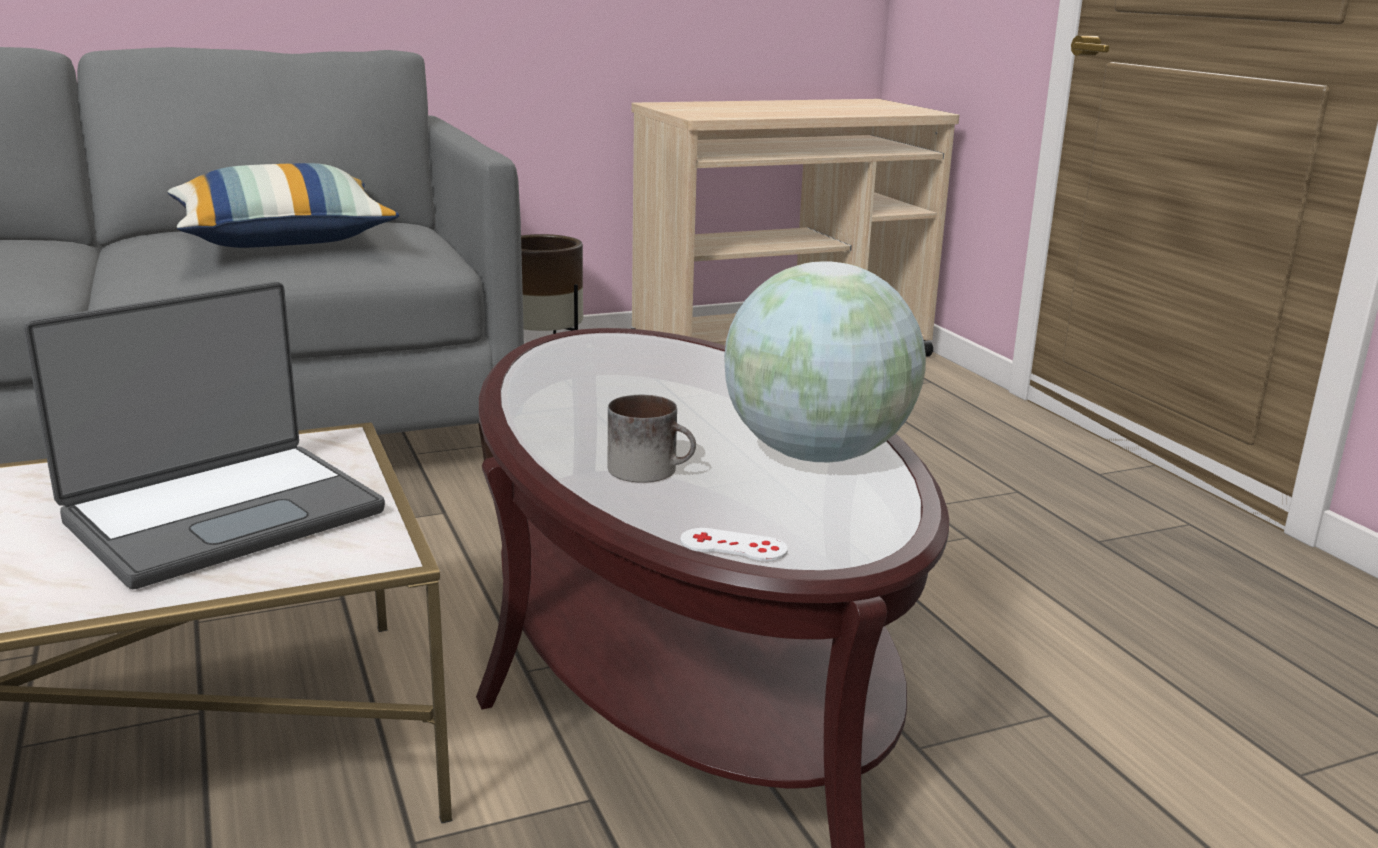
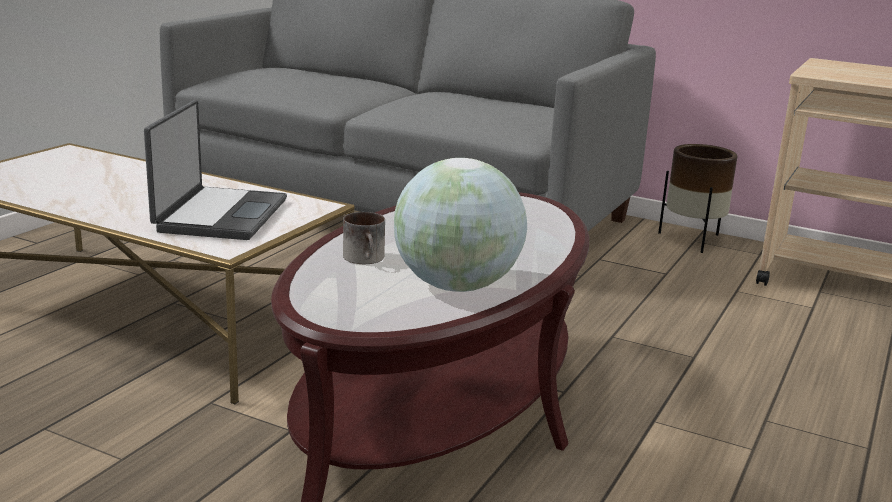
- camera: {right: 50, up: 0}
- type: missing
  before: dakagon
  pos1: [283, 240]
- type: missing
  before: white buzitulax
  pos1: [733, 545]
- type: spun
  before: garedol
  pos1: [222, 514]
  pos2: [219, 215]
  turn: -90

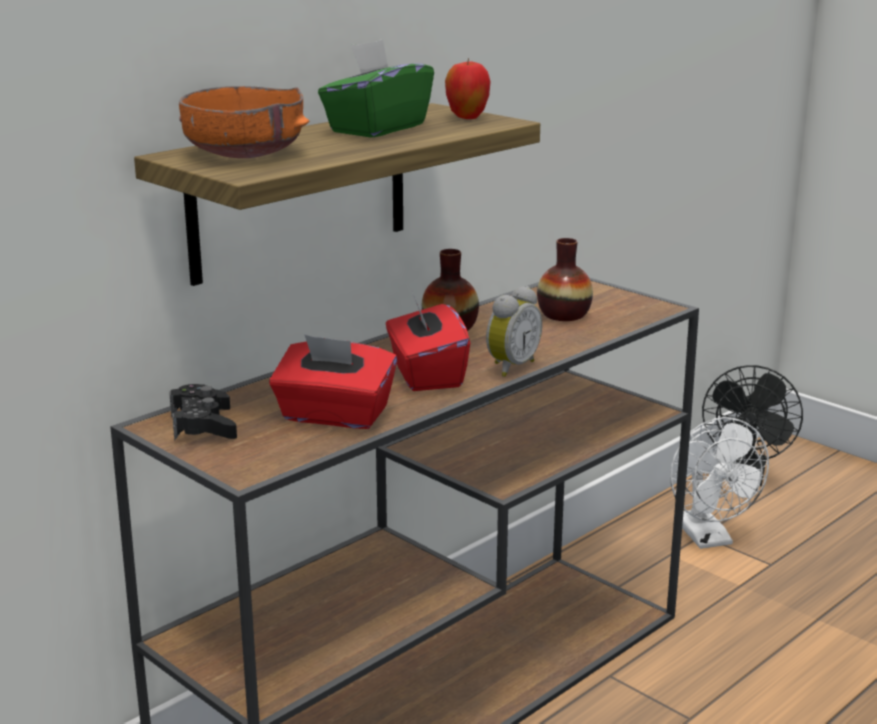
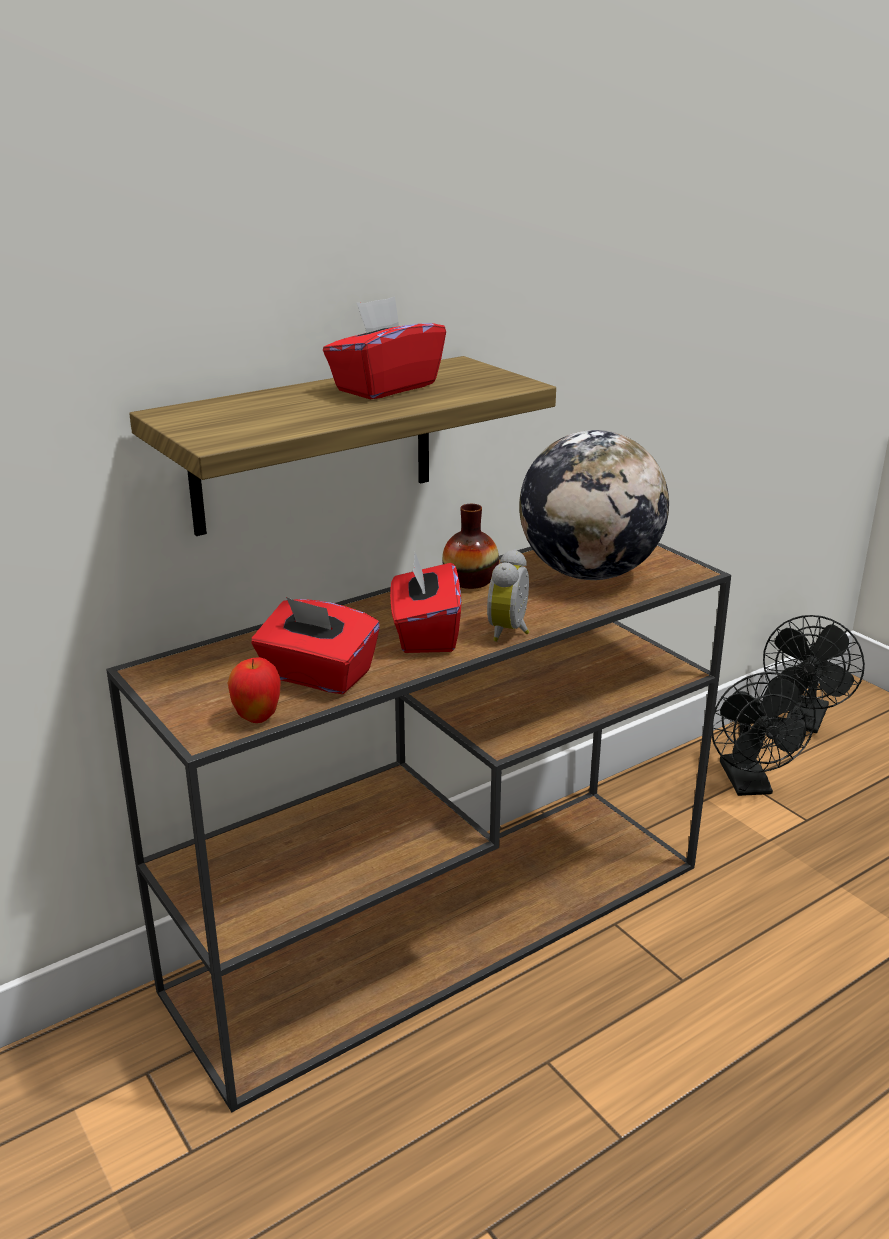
- camera: {right: 10, up: 5}
- type: missing
  before: black buzitulax
  pos1: [203, 425]
- type: missing
  before: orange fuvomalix
  pos1: [244, 154]
- type: relocated
  before: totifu
  pos1: [467, 118]
  pos2: [257, 718]
- type: exchanged
  before: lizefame
  after: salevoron
  pos1: [564, 315]
  pos2: [589, 573]
- type: colour
  before: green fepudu
  after: red fepudu
  pos1: [377, 128]
  pos2: [385, 387]
- type: colour
  before: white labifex
  after: black labifex
  pos1: [708, 538]
  pos2: [749, 785]
- type: spun
  before: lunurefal
  pos1: [510, 367]
  pos2: [511, 632]
  turn: 150

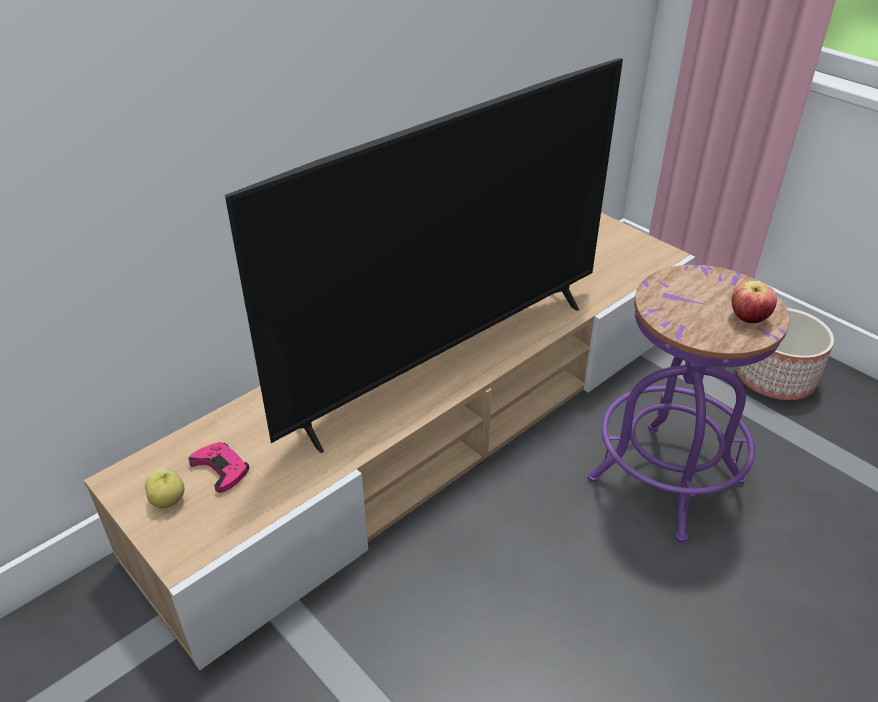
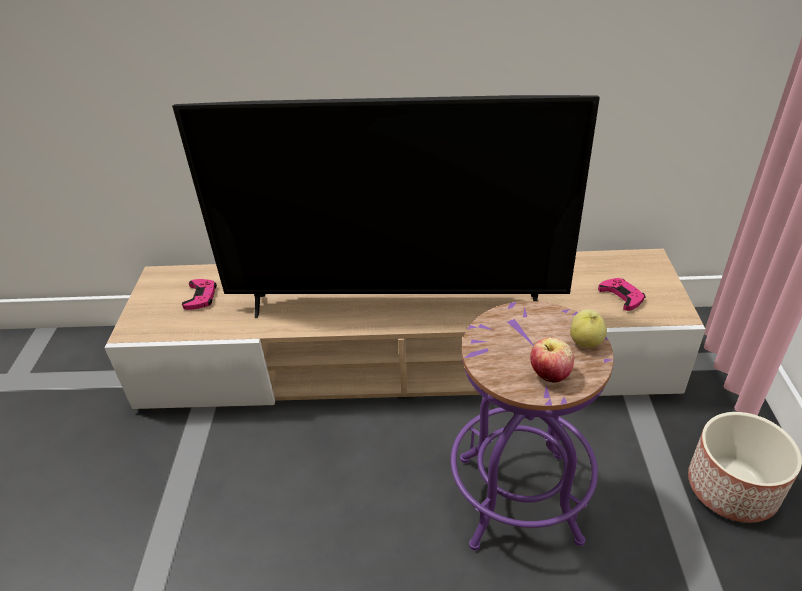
- camera: {right: 45, up: 0}
- type: appeared
  after: pink buzitulax
  pos2: [622, 296]
- type: relocated
  before: totifu
  pos1: [168, 500]
  pos2: [586, 341]

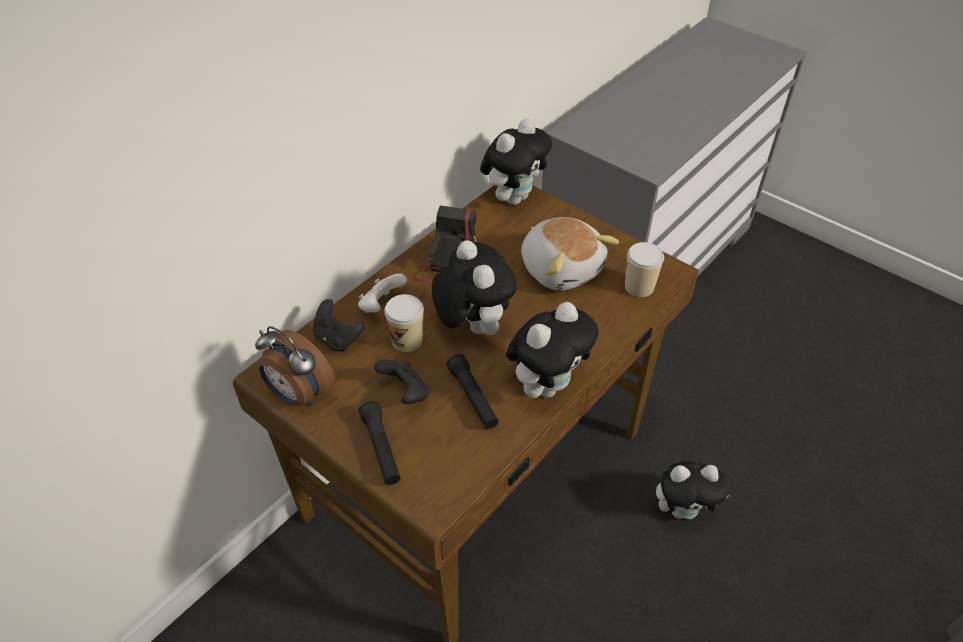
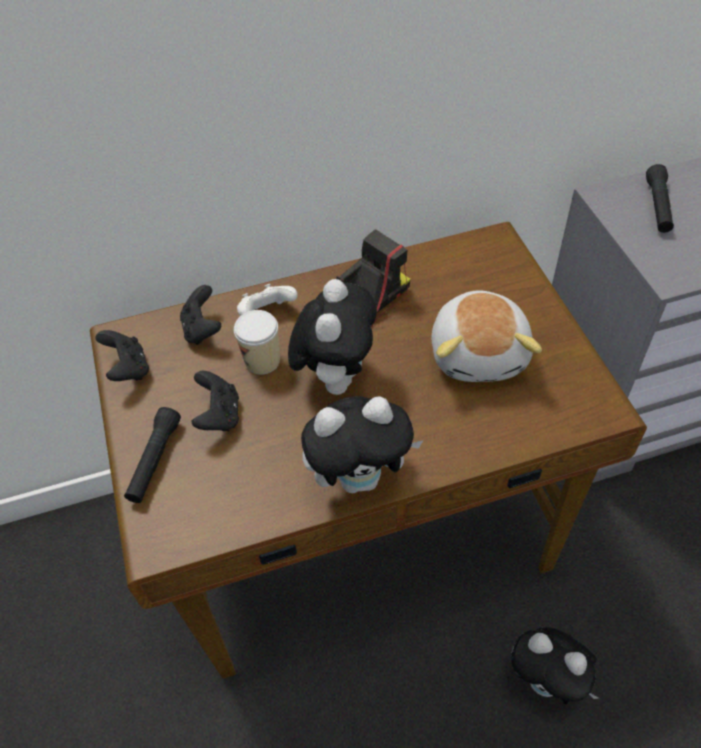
- camera: {right: 35, up: 5}
- type: missing
  before: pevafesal
  pos1: [514, 197]
- type: missing
  before: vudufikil
  pos1: [639, 287]
- type: relocated
  before: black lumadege
  pos1: [473, 398]
  pos2: [658, 206]
- type: exchanged
  before: lunurefal
  after: black buzitulax
  pos1: [298, 394]
  pos2: [128, 369]

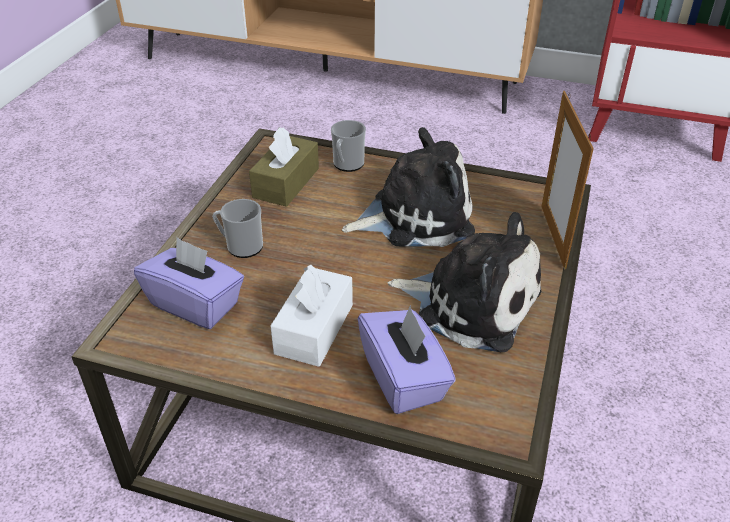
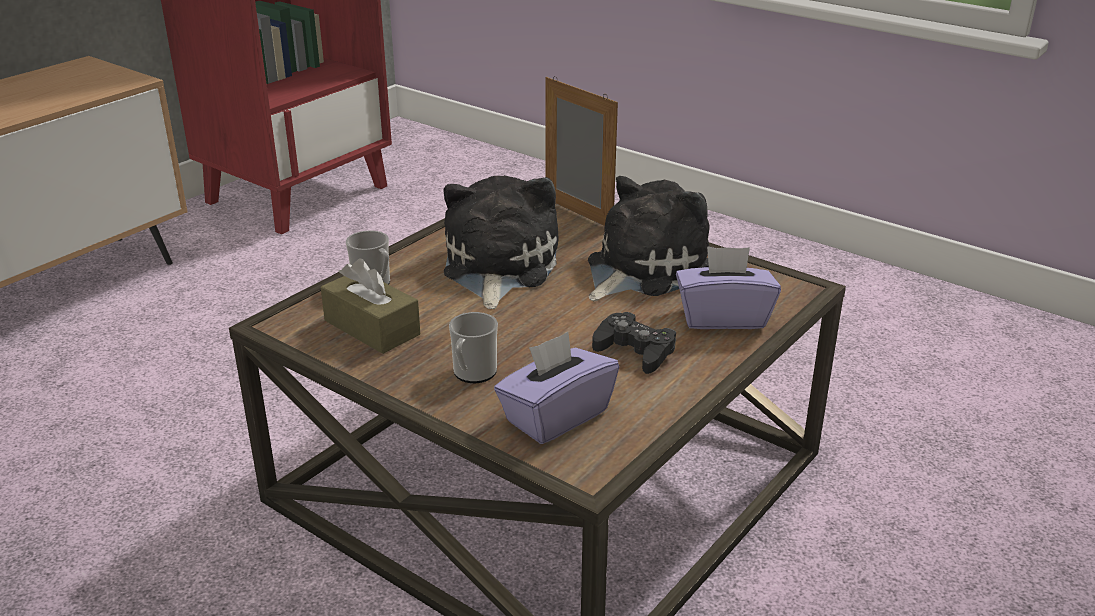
- camera: {right: -70, up: -10}
- type: exchanged
  before: white fepudu
  after: black buzitulax
  pos1: [314, 329]
  pos2: [635, 351]
- type: spun
  before: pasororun
  pos1: [553, 236]
  pos2: [578, 213]
  turn: -150

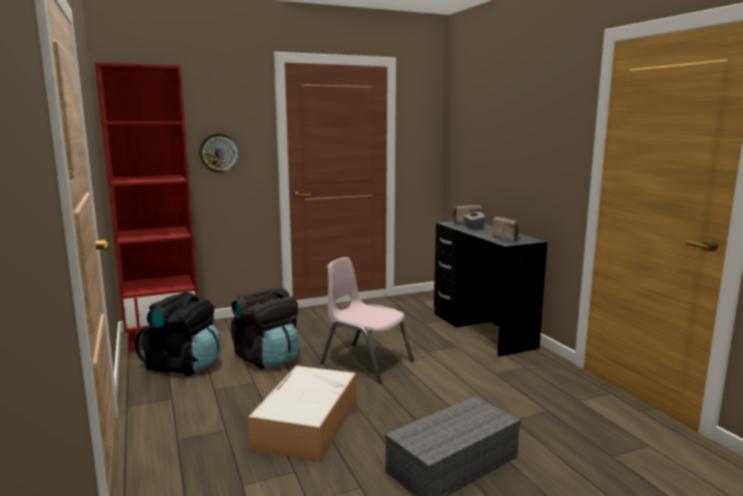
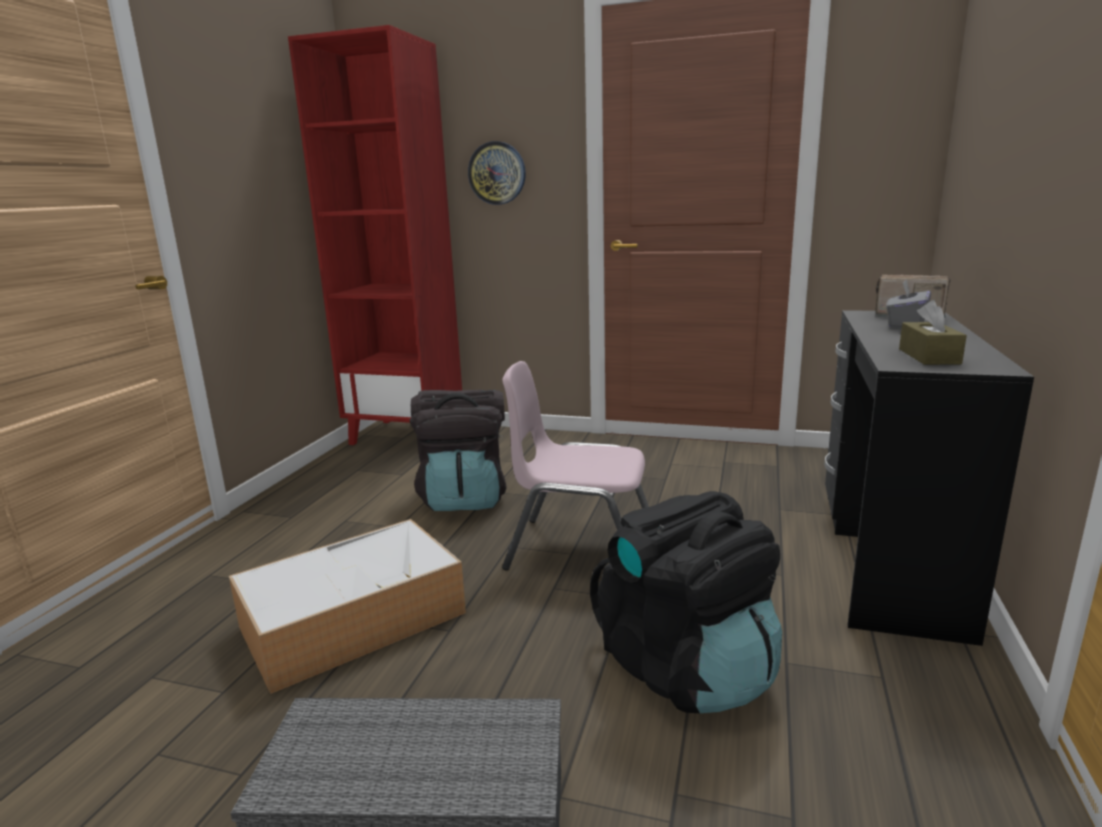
- camera: {right: 40, up: 5}
- type: relocated
  before: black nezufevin
  pos1: [184, 366]
  pos2: [686, 668]
- type: exchanged
  before: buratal
  after: brown fepudu
  pos1: [507, 239]
  pos2: [929, 356]
- type: spun
  before: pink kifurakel
  pos1: [366, 362]
  pos2: [581, 549]
  turn: -60

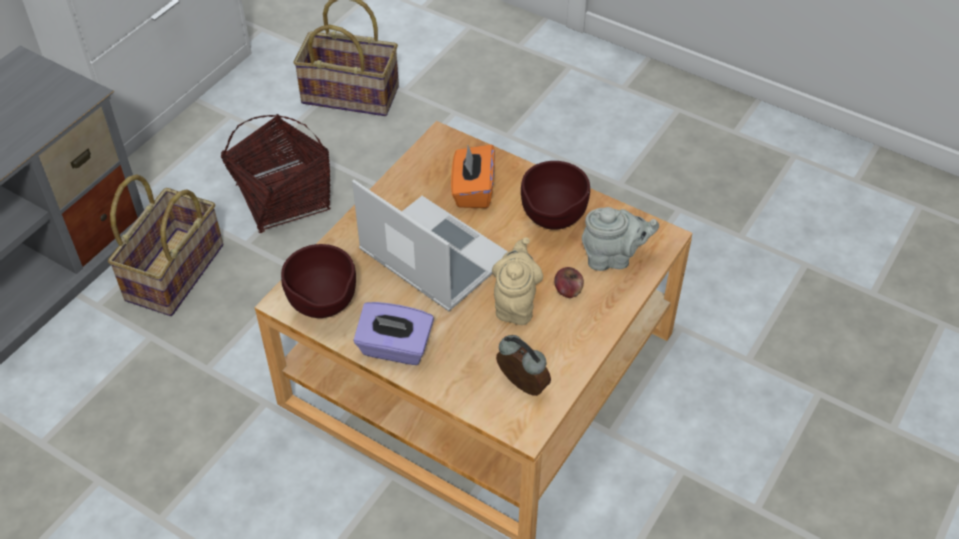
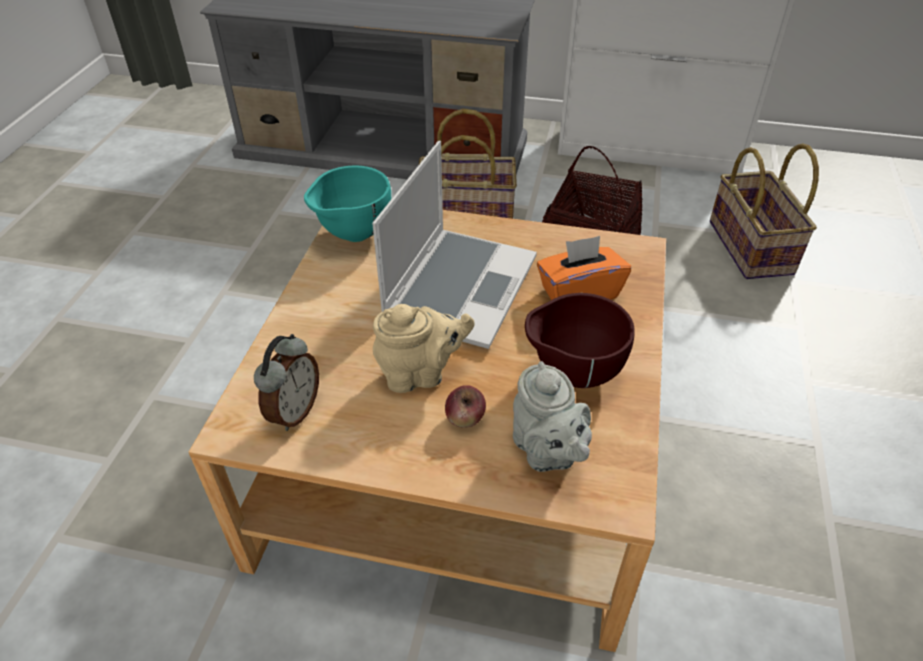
- camera: {right: 70, up: -5}
- type: missing
  before: purple fepudu
  pos1: [395, 348]
- type: colour
  before: brown fuvomalix
  after: turquoise fuvomalix
  pos1: [324, 309]
  pos2: [352, 236]

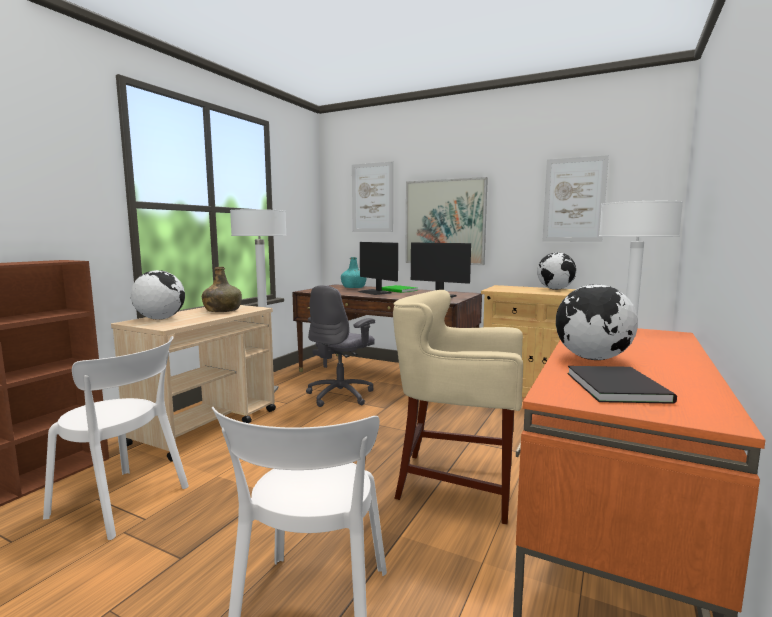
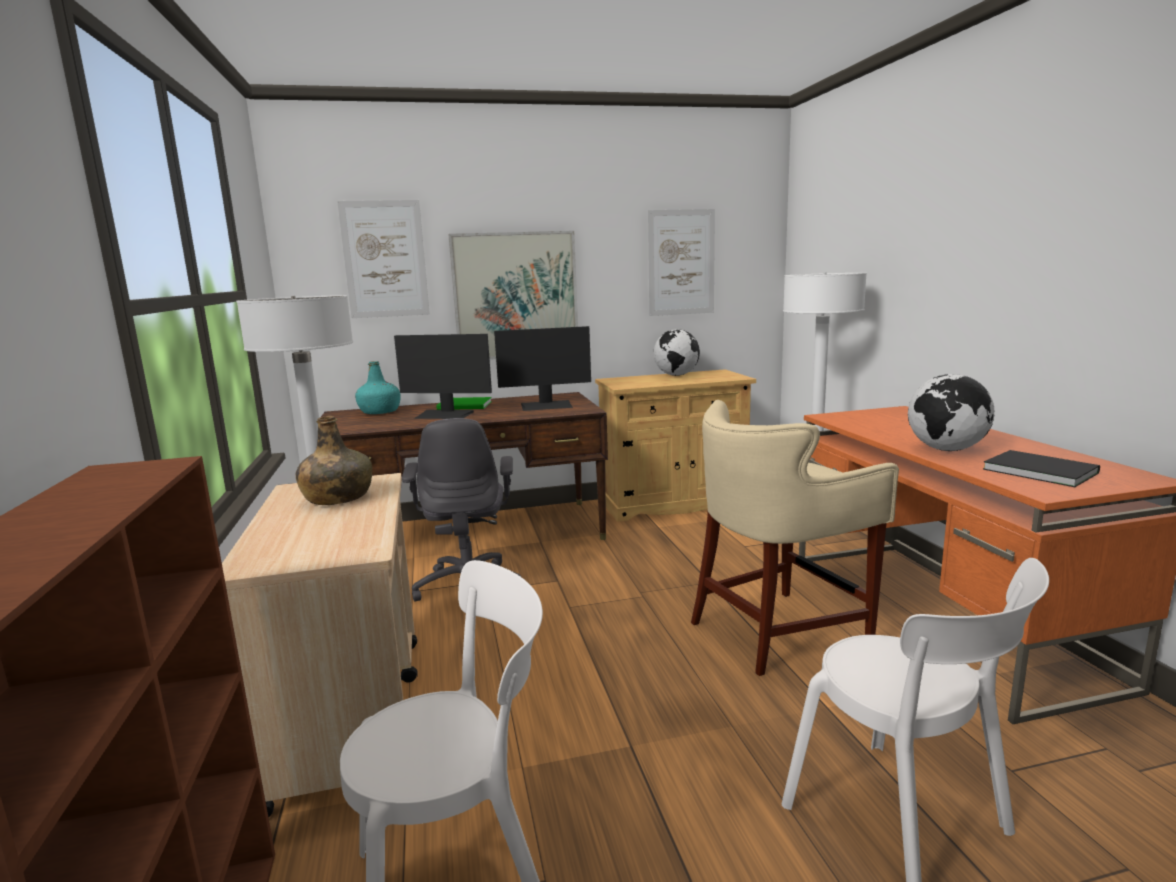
- camera: {right: -40, up: 5}
- type: missing
  before: salevoron
  pos1: [160, 319]

